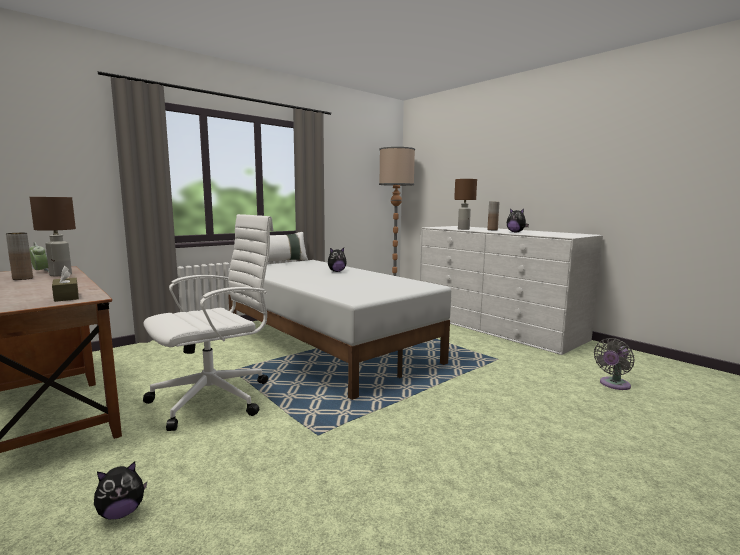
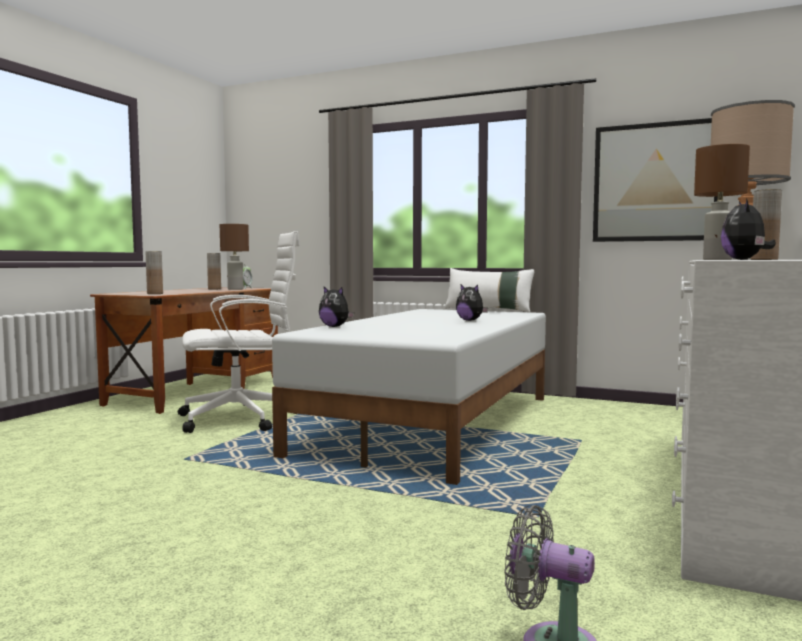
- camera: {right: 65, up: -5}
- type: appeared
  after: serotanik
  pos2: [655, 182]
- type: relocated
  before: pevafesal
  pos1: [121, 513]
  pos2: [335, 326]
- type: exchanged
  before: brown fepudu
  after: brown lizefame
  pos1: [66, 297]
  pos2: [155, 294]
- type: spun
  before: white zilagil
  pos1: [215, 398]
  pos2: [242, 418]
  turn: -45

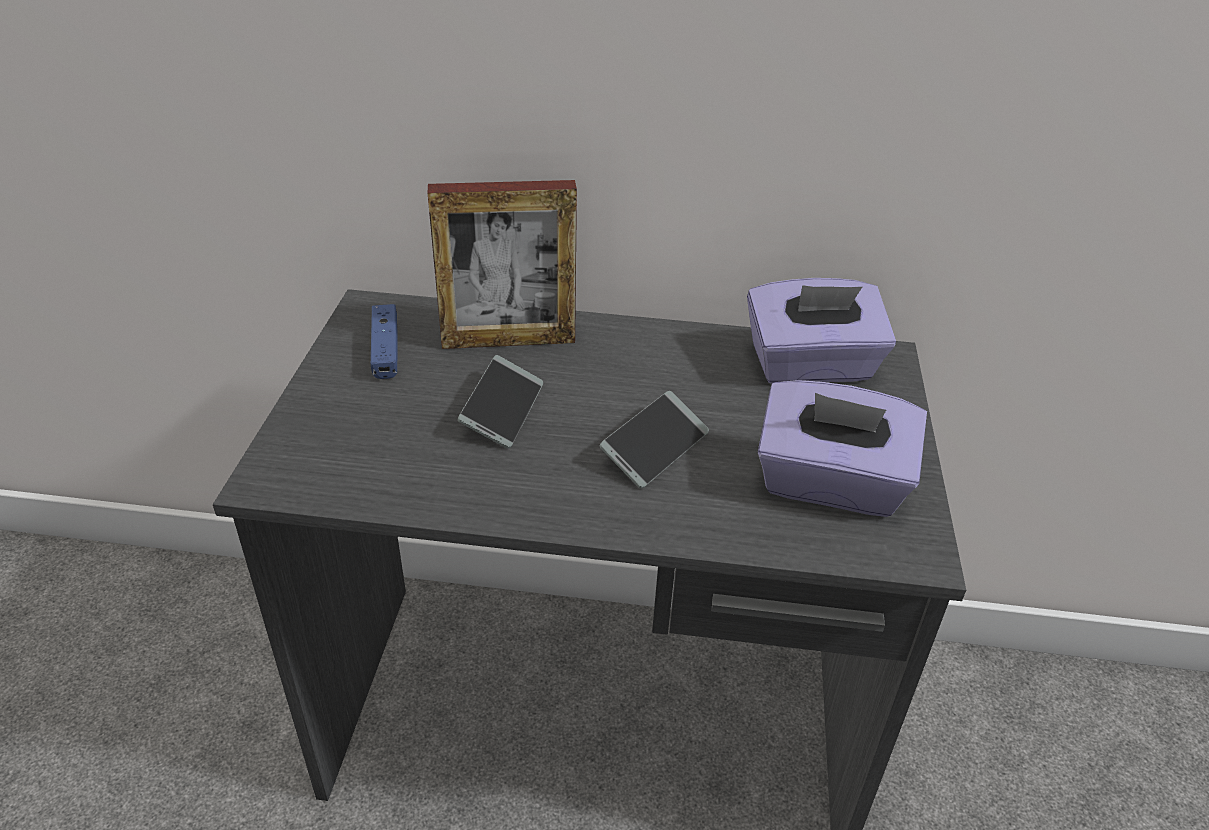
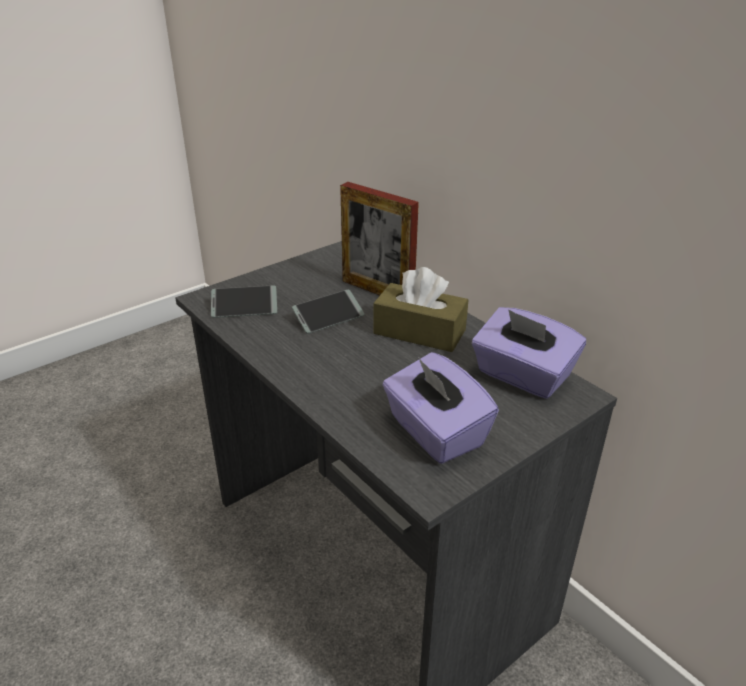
- camera: {right: 45, up: -5}
- type: missing
  before: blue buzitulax
  pos1: [385, 350]
- type: appeared
  after: brown fepudu
  pos2: [419, 332]
- type: relocated
  before: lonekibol
  pos1: [655, 448]
  pos2: [244, 308]

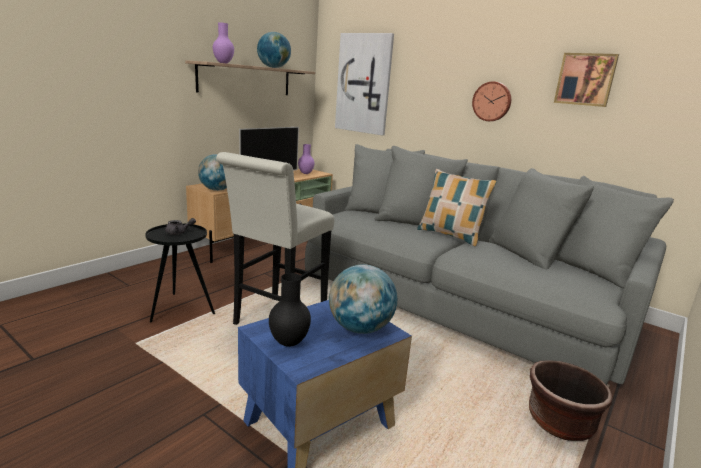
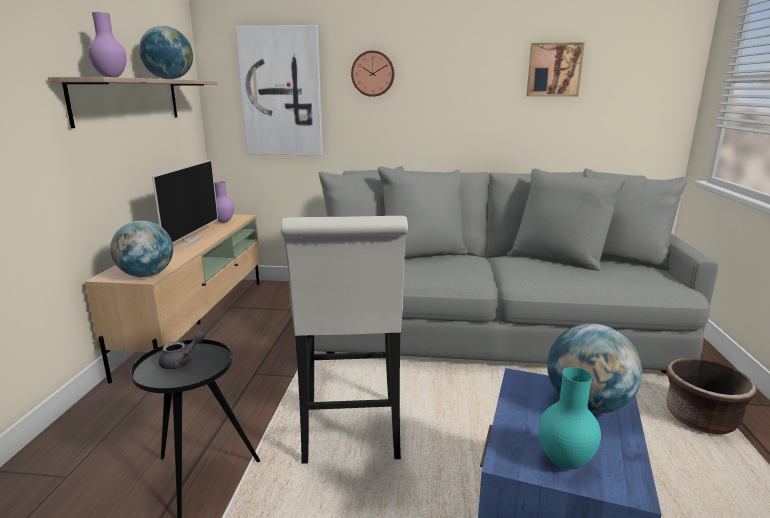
- camera: {right: -30, up: 0}
- type: missing
  before: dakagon
  pos1: [450, 235]
- type: relocated
  before: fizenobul
  pos1: [492, 101]
  pos2: [373, 73]
- type: colour
  before: black lizefame
  after: turquoise lizefame
  pos1: [289, 342]
  pos2: [563, 461]

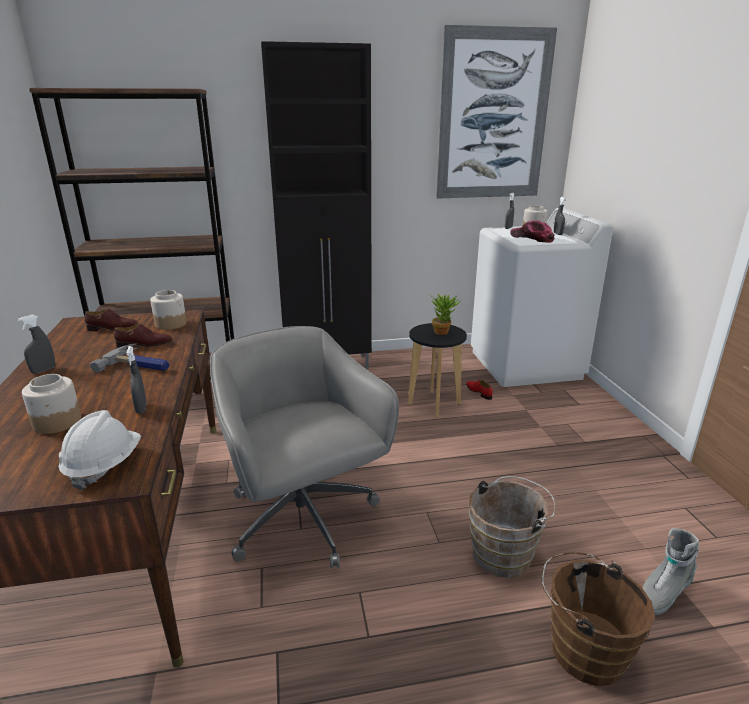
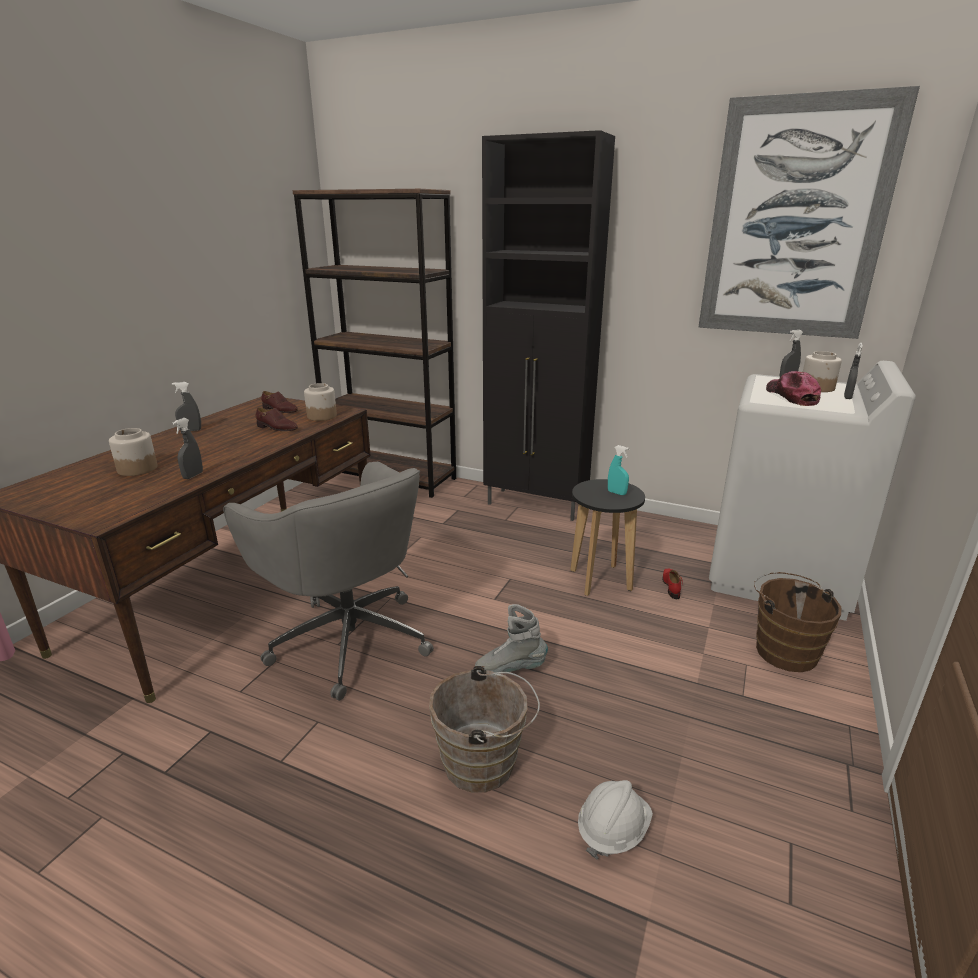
- camera: {right: 35, up: 0}
- type: missing
  before: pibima
  pos1: [140, 365]
- type: relocated
  before: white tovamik
  pos1: [104, 466]
  pos2: [612, 830]
- type: relocated
  before: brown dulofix
  pos1: [581, 648]
  pos2: [783, 649]
- type: relocated
  before: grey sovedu
  pos1: [662, 594]
  pos2: [510, 669]
- type: exchanged
  before: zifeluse
  after: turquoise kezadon
  pos1: [443, 331]
  pos2: [616, 493]
- type: spun
  before: grey zilagil
  pos1: [303, 520]
  pos2: [348, 638]
  turn: 135

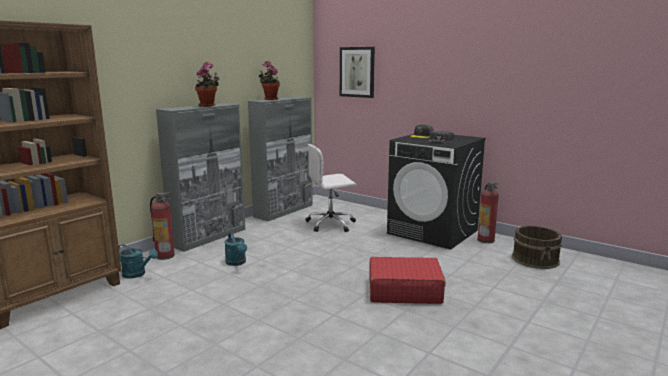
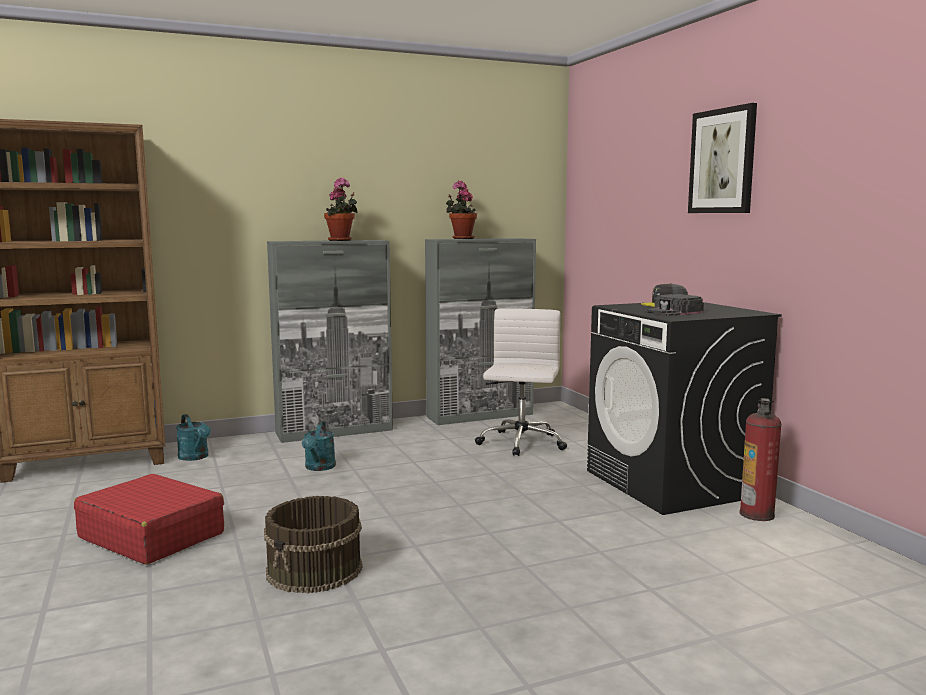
- camera: {right: 30, up: -5}
- type: missing
  before: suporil
  pos1: [165, 256]
- type: relocated
  before: serotanik
  pos1: [357, 72]
  pos2: [722, 161]
- type: relocated
  before: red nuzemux
  pos1: [404, 291]
  pos2: [151, 535]
- type: relocated
  before: brown dulofix
  pos1: [535, 259]
  pos2: [315, 570]
- type: spun
  before: white zilagil
  pos1: [331, 224]
  pos2: [521, 443]
  turn: 90

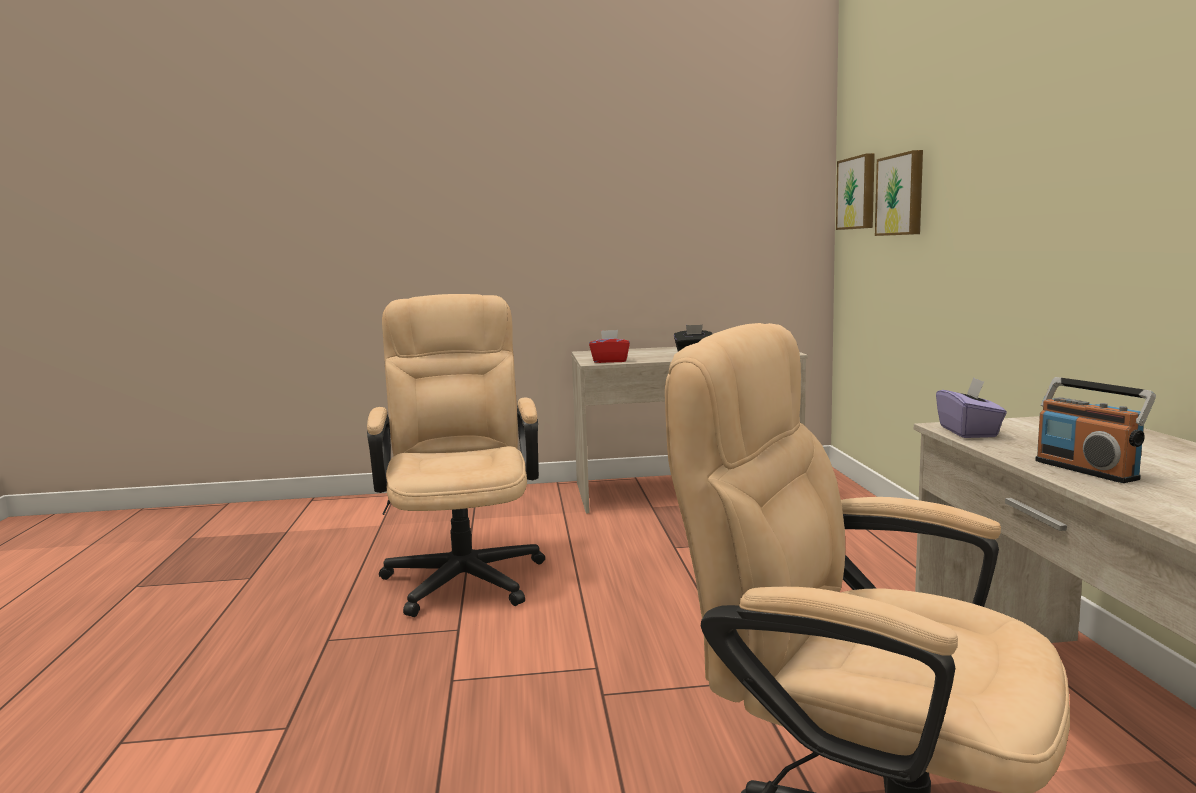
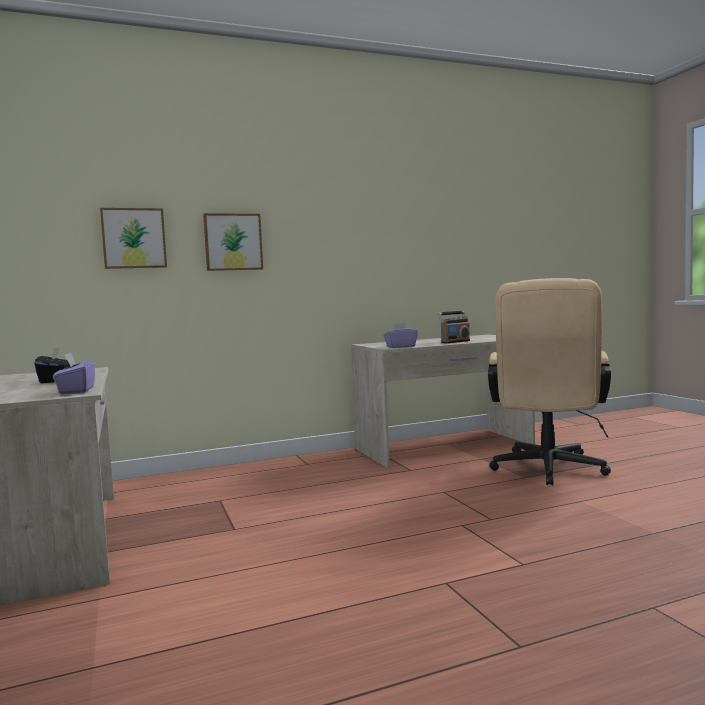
- camera: {right: -105, up: -5}
- type: missing
  before: beige zilagil
  pos1: [464, 572]
- type: relocated
  before: serotanik
  pos1: [858, 193]
  pos2: [233, 242]
- type: colour
  before: red fepudu
  after: purple fepudu
  pos1: [610, 361]
  pos2: [76, 391]

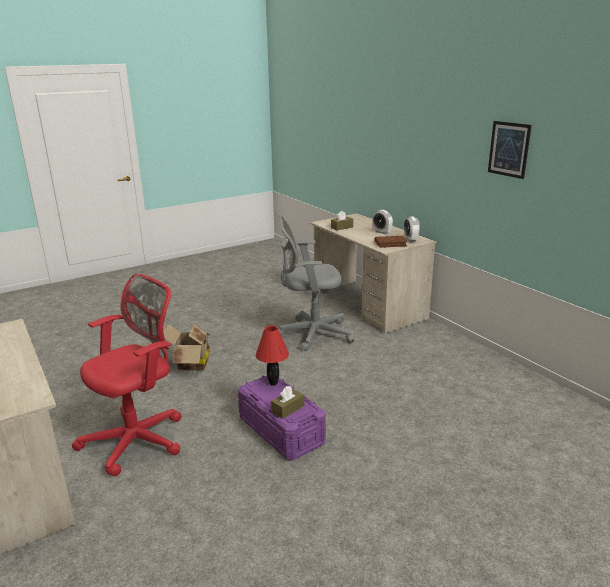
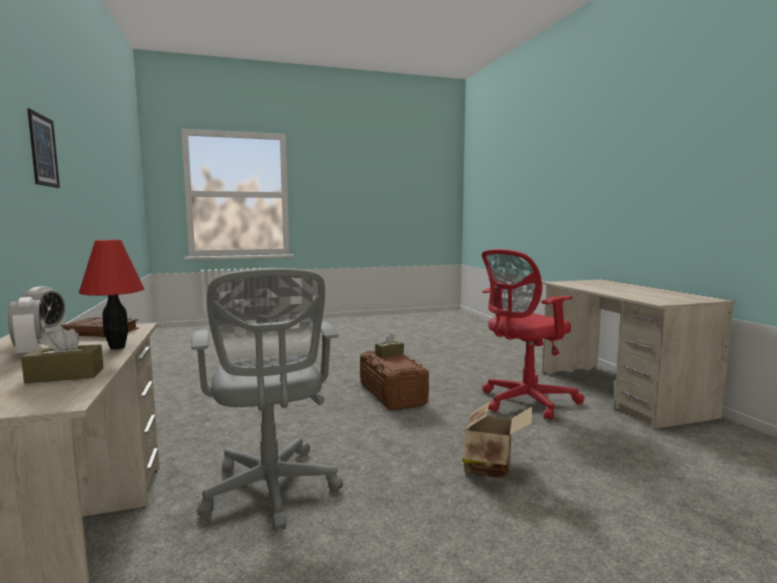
- camera: {right: -165, up: -15}
- type: relocated
  before: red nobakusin
  pos1: [273, 383]
  pos2: [118, 347]
- type: colour
  before: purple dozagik
  after: brown dozagik
  pos1: [281, 430]
  pos2: [392, 393]
- type: spun
  before: grey zilagil
  pos1: [311, 333]
  pos2: [271, 491]
  turn: 60

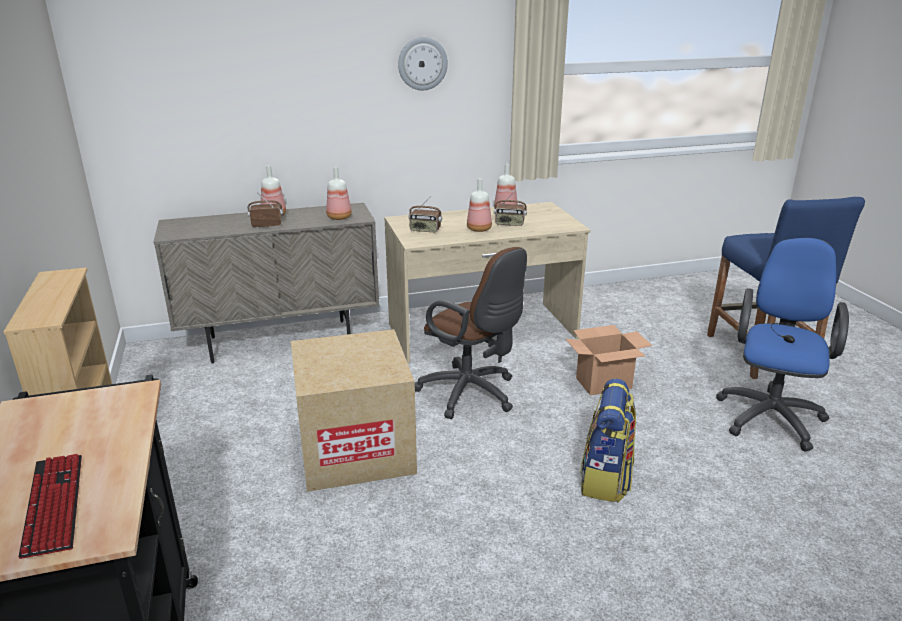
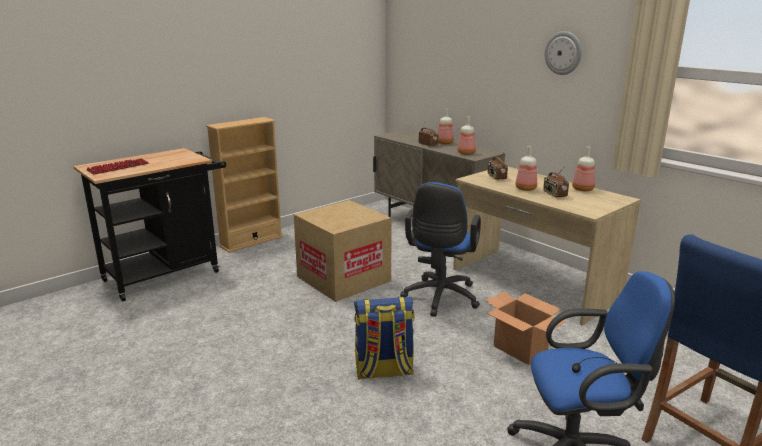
- camera: {right: 65, up: -5}
- type: colour
  before: brown zilagil
  after: blue zilagil
  pos1: [472, 394]
  pos2: [439, 299]

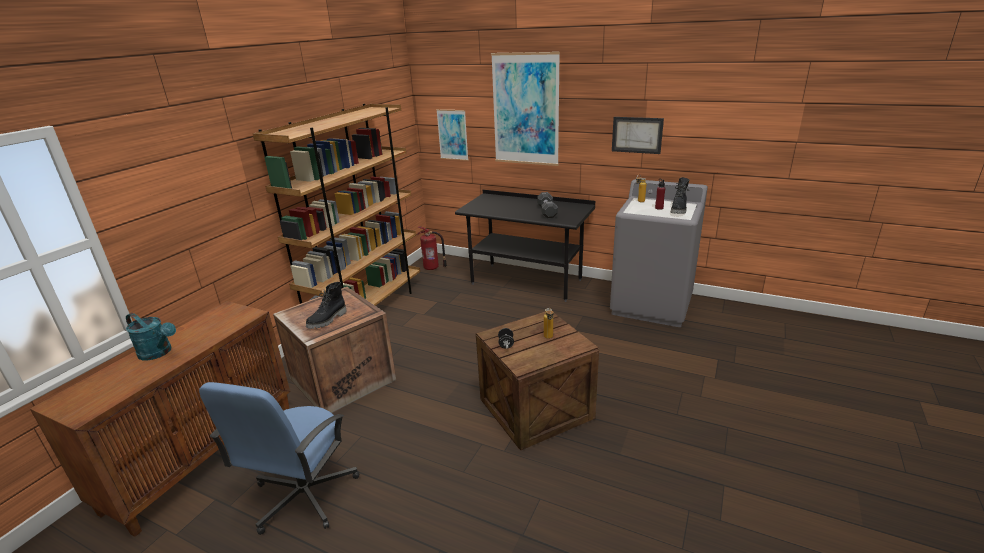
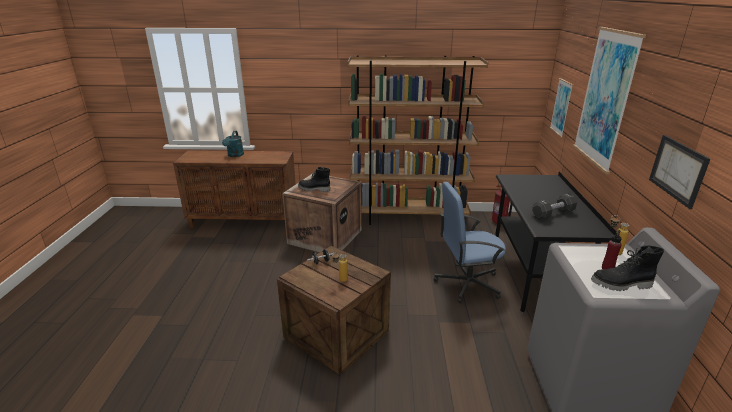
- camera: {right: 65, up: 0}
- type: relocated
  before: blue zilagil
  pos1: [303, 495]
  pos2: [466, 283]

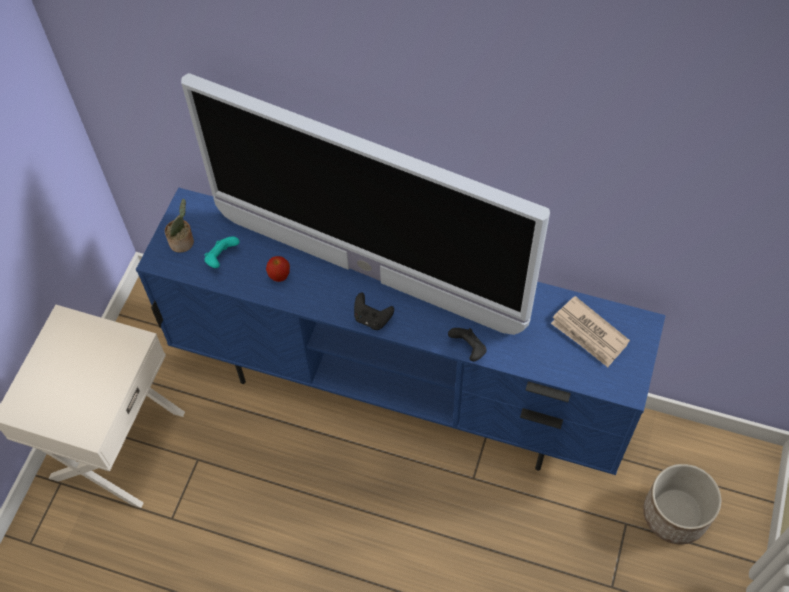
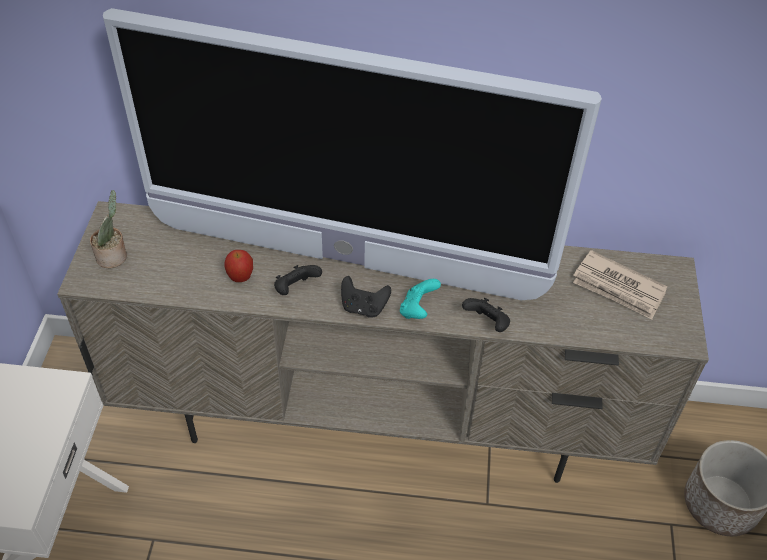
- camera: {right: -15, up: -10}
- type: appeared
  after: black buzitulax
  pos2: [296, 289]
- type: relocated
  before: turquoise buzitulax
  pos1: [222, 258]
  pos2: [417, 309]
- type: colour
  before: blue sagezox
  after: beige sagezox
  pos1: [401, 390]
  pos2: [381, 421]

